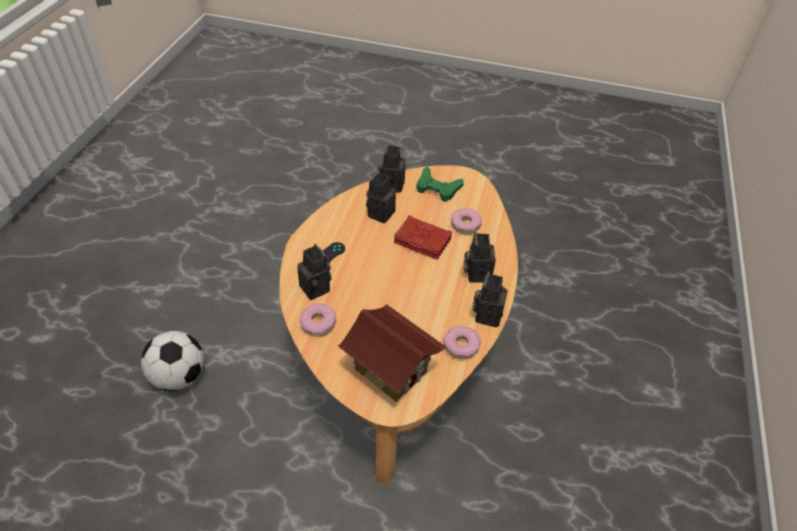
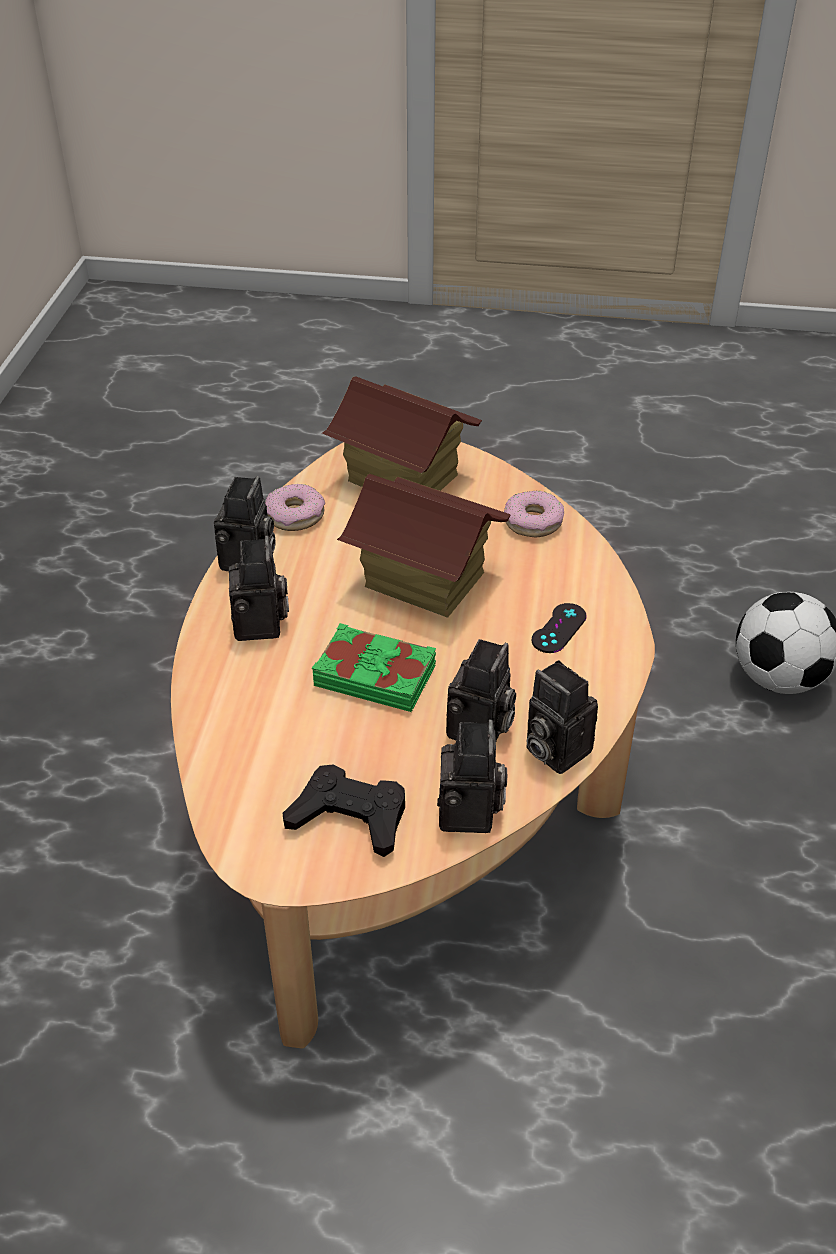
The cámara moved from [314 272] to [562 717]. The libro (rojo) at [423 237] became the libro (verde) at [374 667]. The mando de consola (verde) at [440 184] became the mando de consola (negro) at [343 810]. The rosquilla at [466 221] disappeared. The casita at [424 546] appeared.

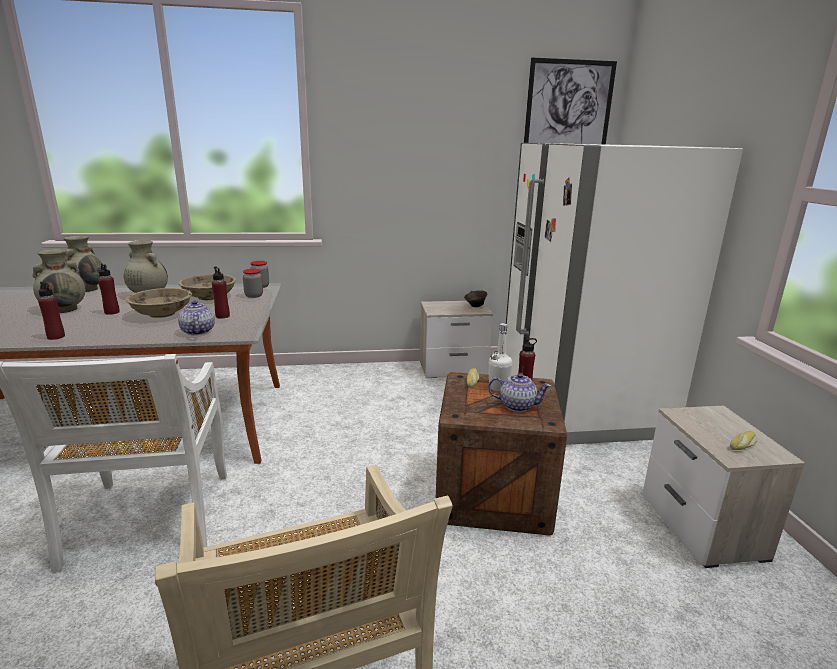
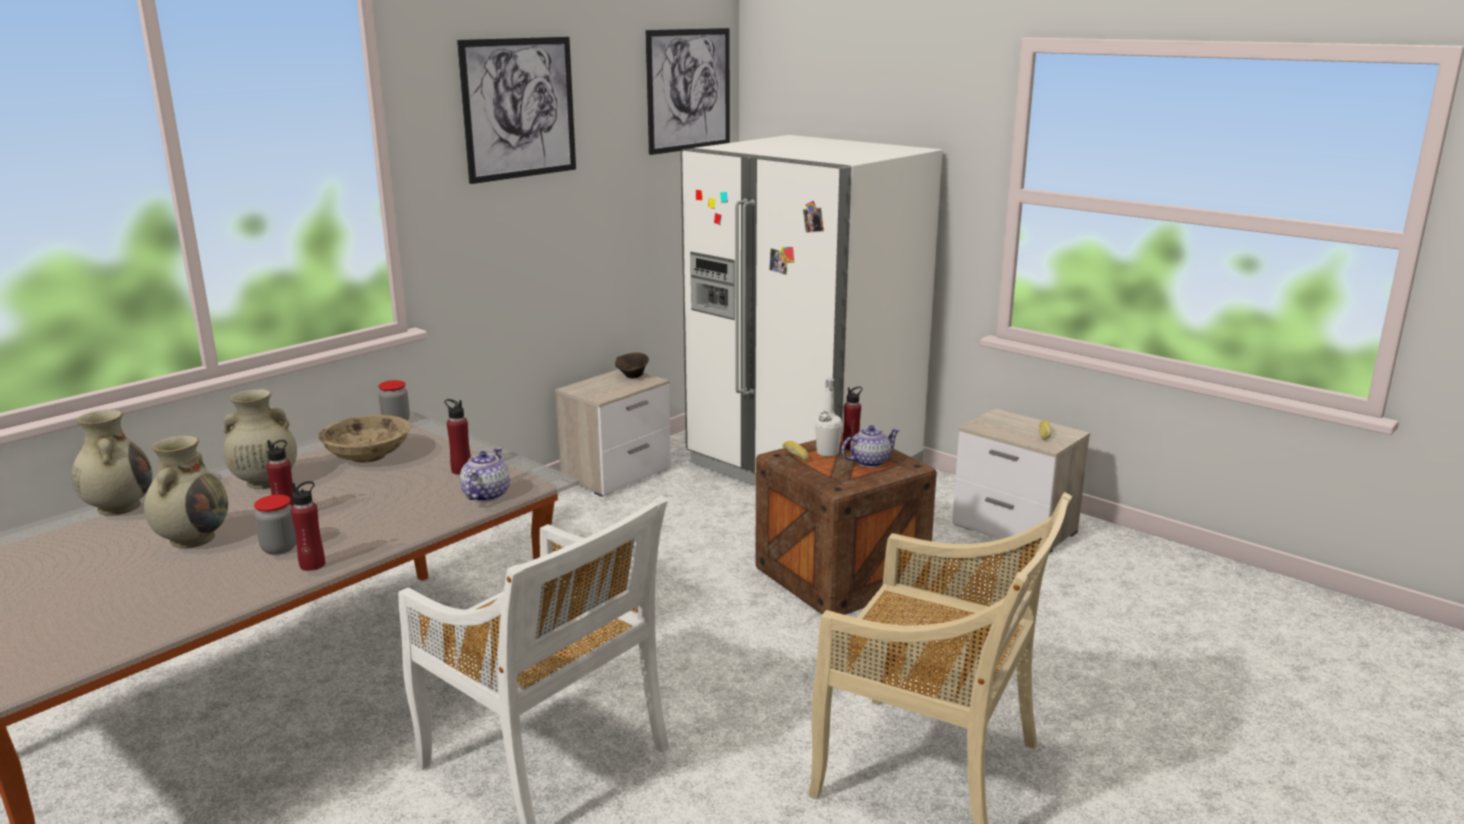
The cuenco (beis) at [159 303] disappeared. The tetera at [196 318] turned 75 degrees clockwise. The tarro moved from [253 283] to [275 525]. The cuadro at [516 110] appeared.

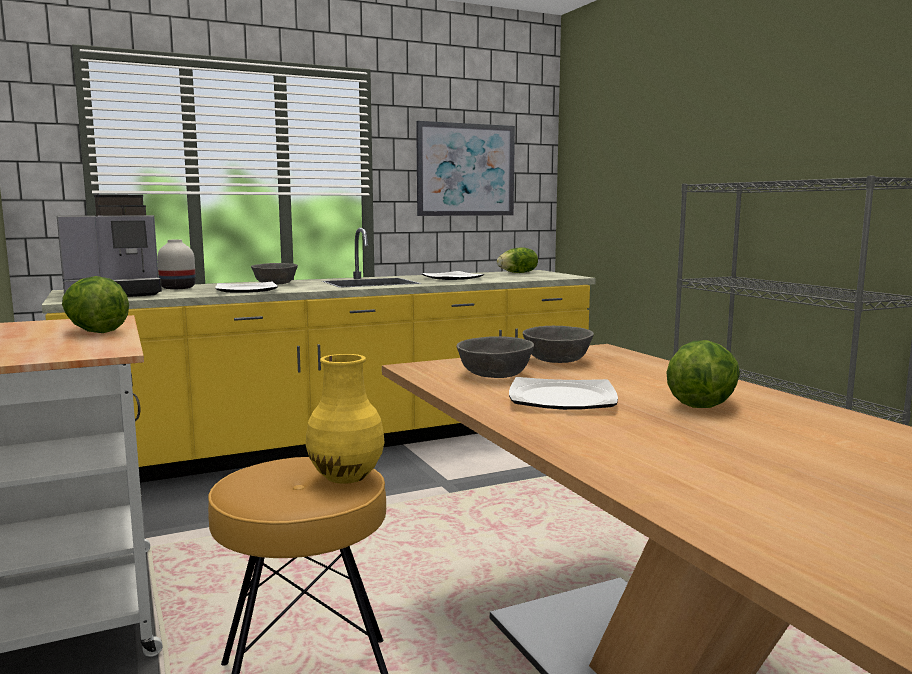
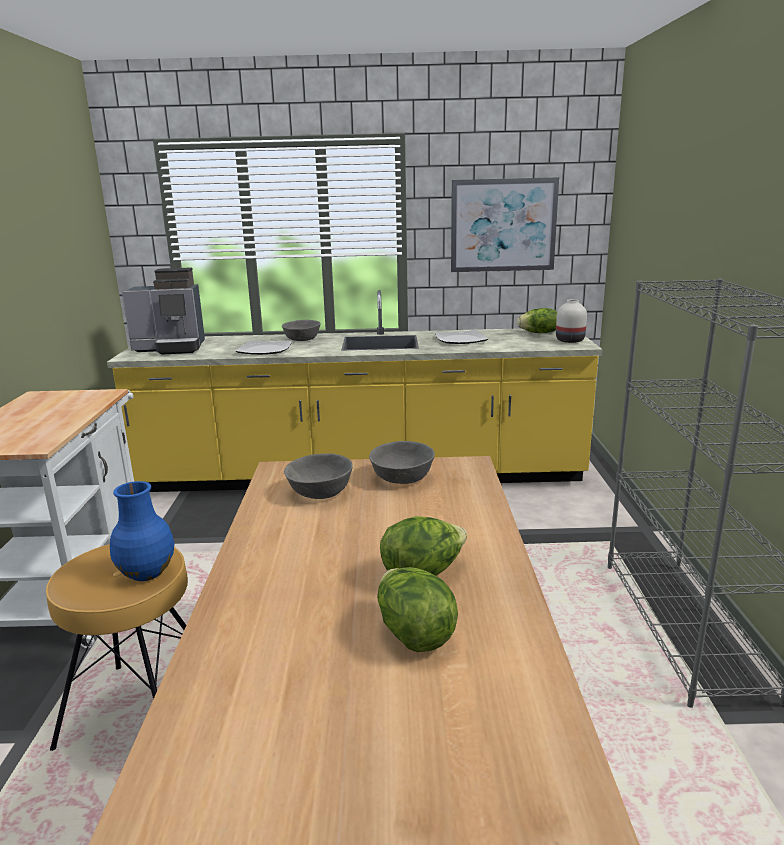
The lechuga moved from [95 304] to [417 609]. The florero (blanco) moved from [176 264] to [571 321]. The florero (amarillo) at [345 419] became the florero (azul) at [142 531]. The plato at [563 393] disappeared.

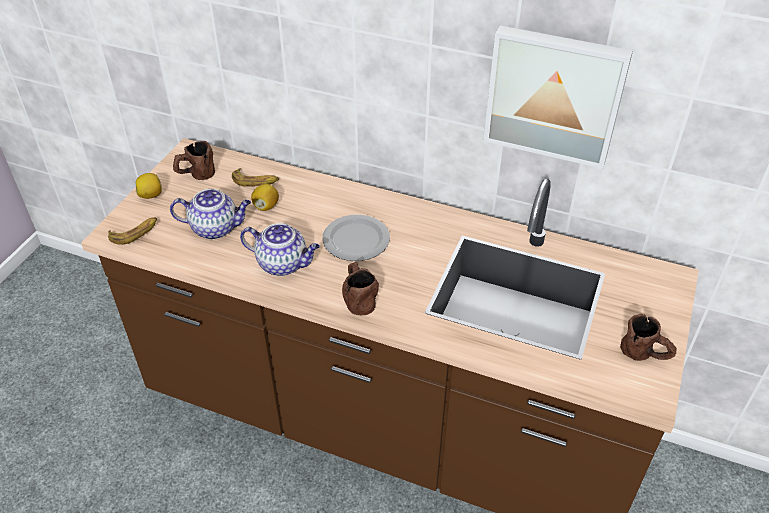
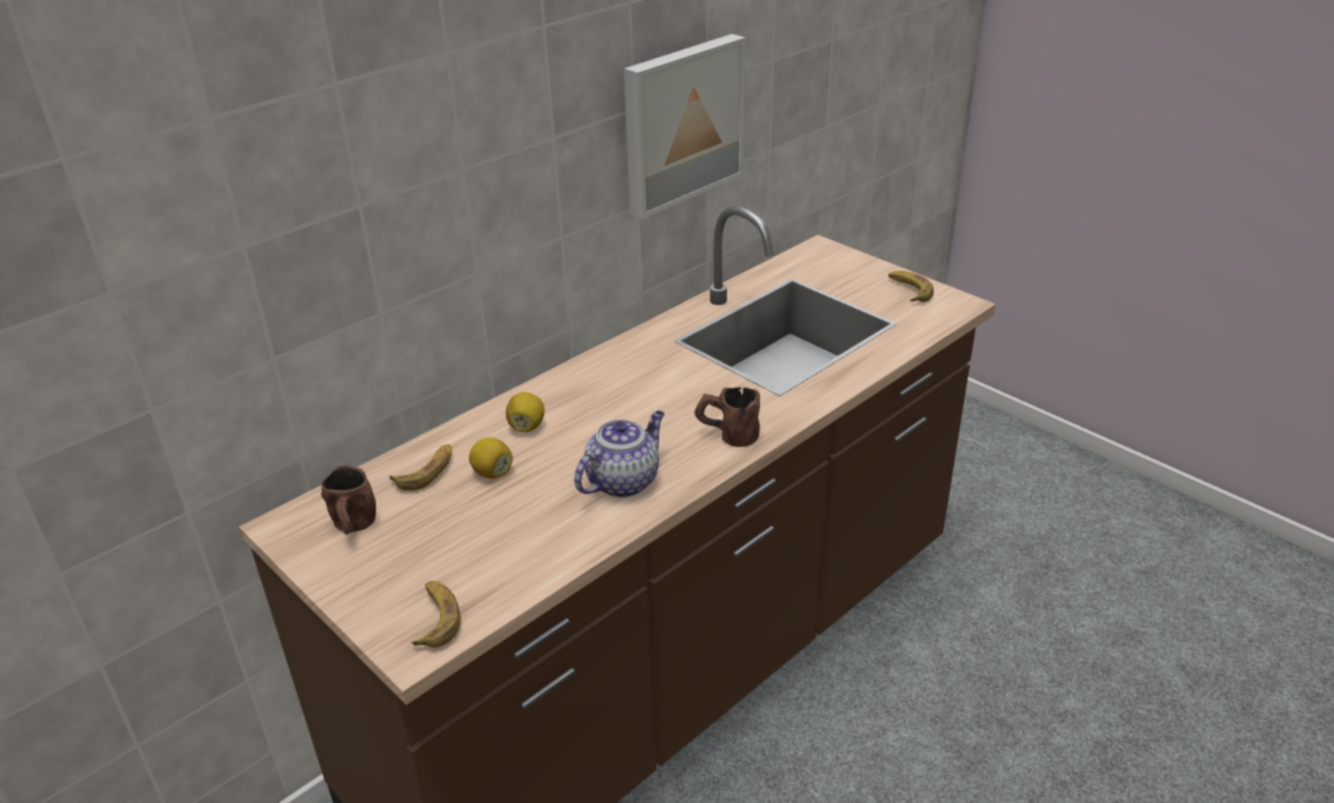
The limón moved from [149 186] to [525 412]. The tetera at [210 214] disappeared. The plato at [356 238] disappeared. The taza grande (marrón) at [648 337] was replaced by the plátano at [911 286].

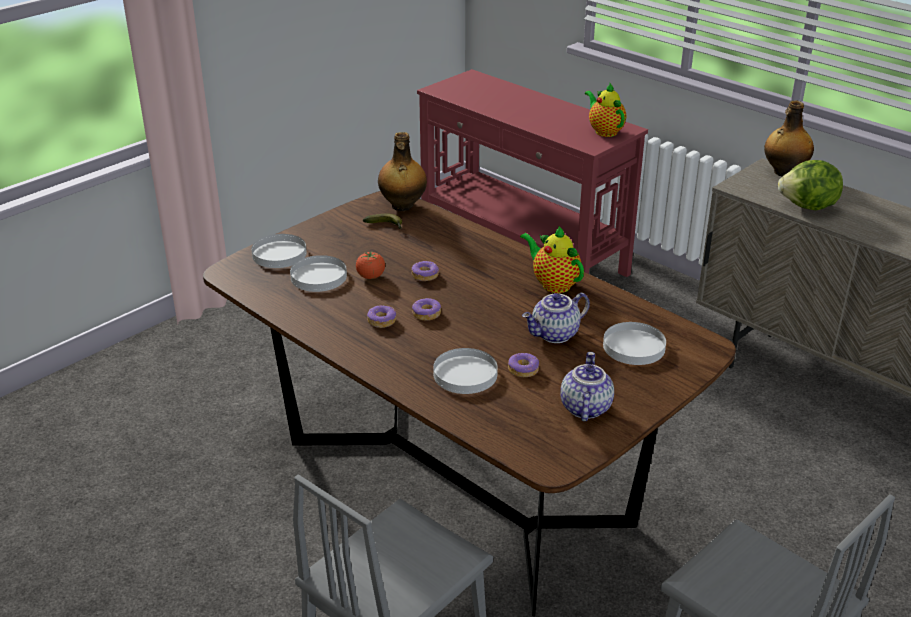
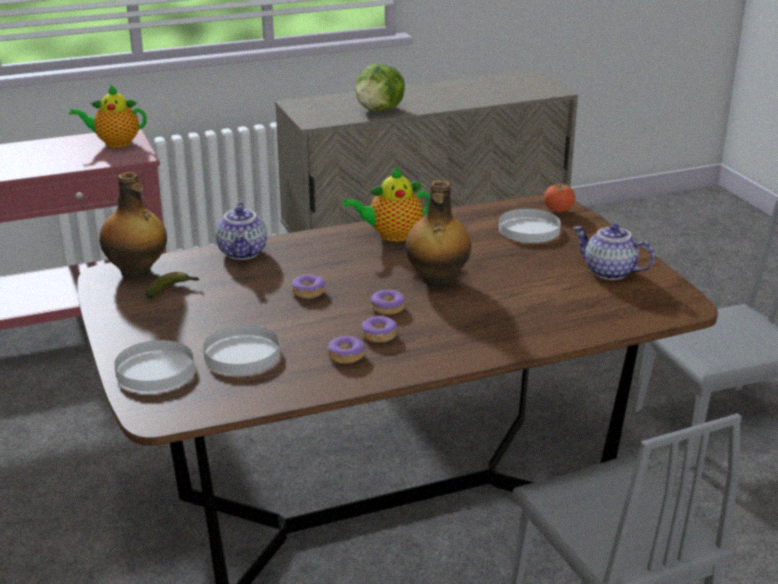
The tomate moved from [370 265] to [559 197]. The plato (blanco) at [465 371] disappeared. The rosquilla moved from [523 365] to [346 350]. The tetera moved from [556 318] to [241 231]. The botella moved from [789 138] to [438 233].

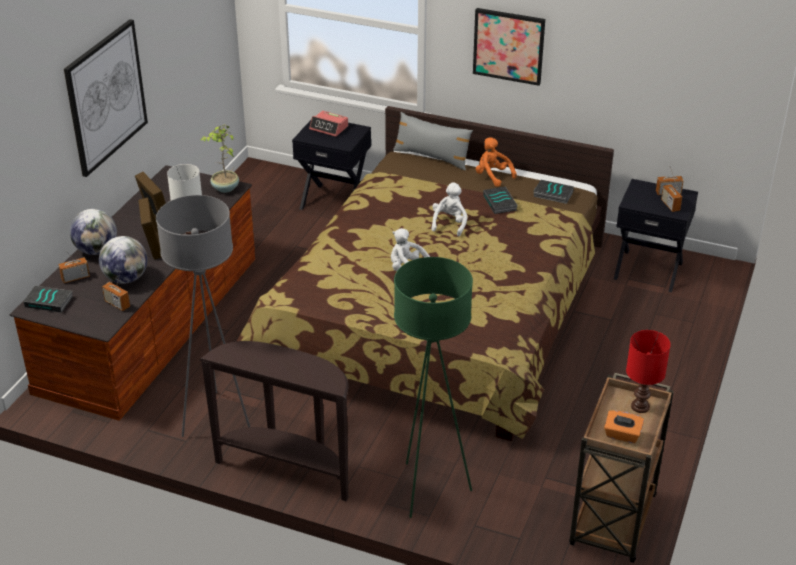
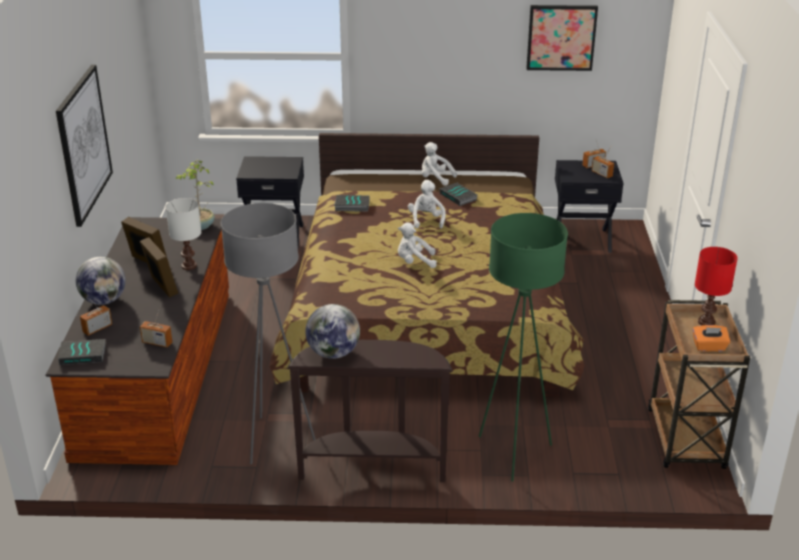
The globo terráqueo moved from [123 260] to [333 331]. The despertador at [328 124] disappeared. The cojín (gris) at [433 141] disappeared. The cuadro moved from [509 47] to [562 38]. The peluche (naranja) at [496 162] became the peluche (blanco) at [439 164]. The libro moved from [553 192] to [352 203].

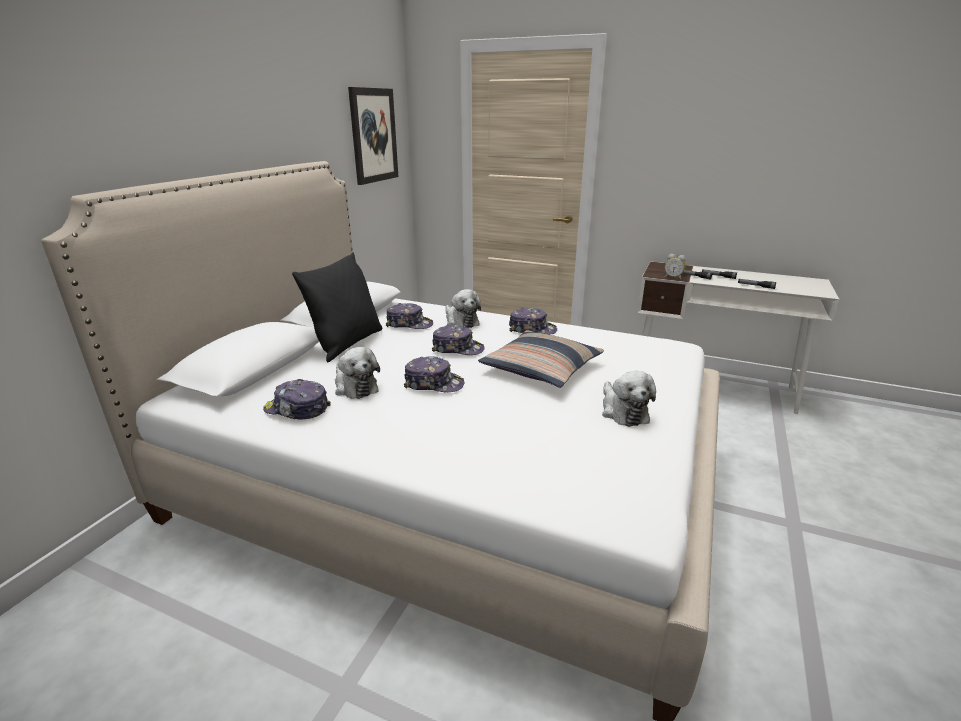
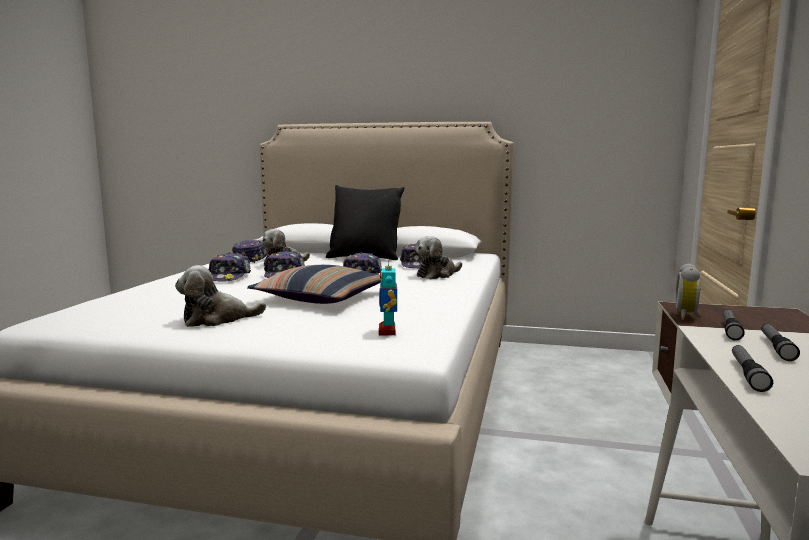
The cuadro at [373 136] disappeared. The gorra moved from [533 321] to [229 267]. The robot de juguete at [388 296] appeared.

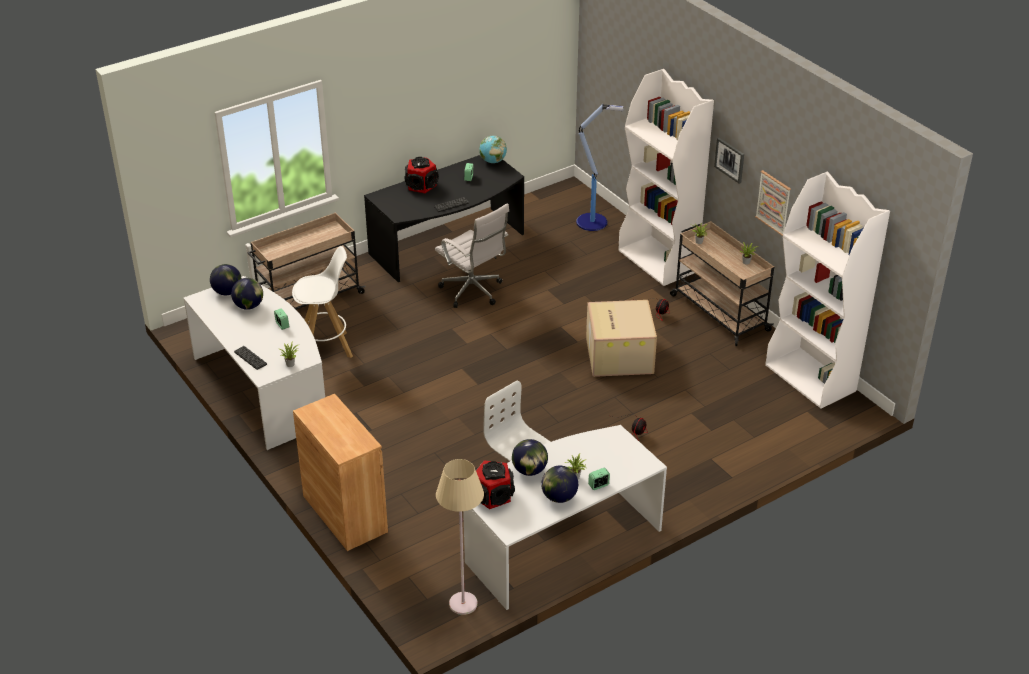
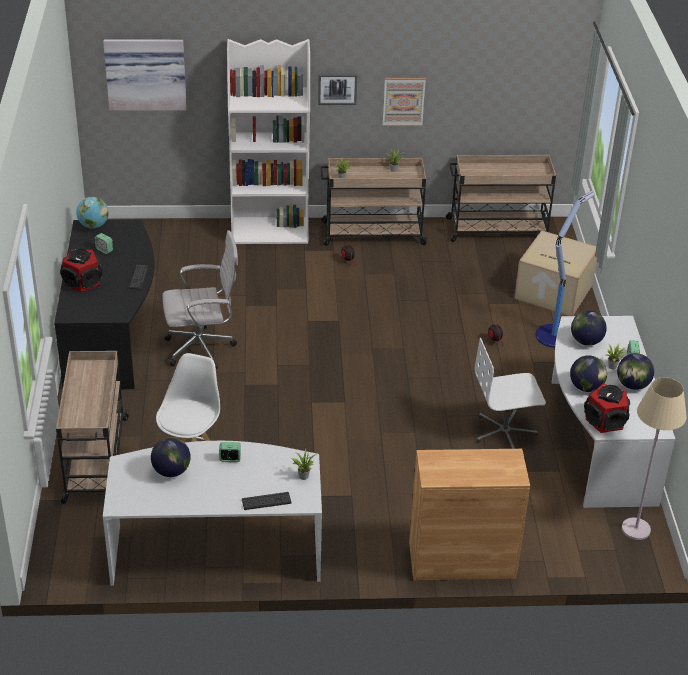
The globo terráqueo moved from [225 279] to [589 328]. The lámpara de pie moved from [600 167] to [565 269]. The caja de cartón moved from [621 338] to [555 273]. The estantería (blanco) at [827 290] was replaced by the carrito (beis) at [501 198]. The cuadro at [145 75] appeared.

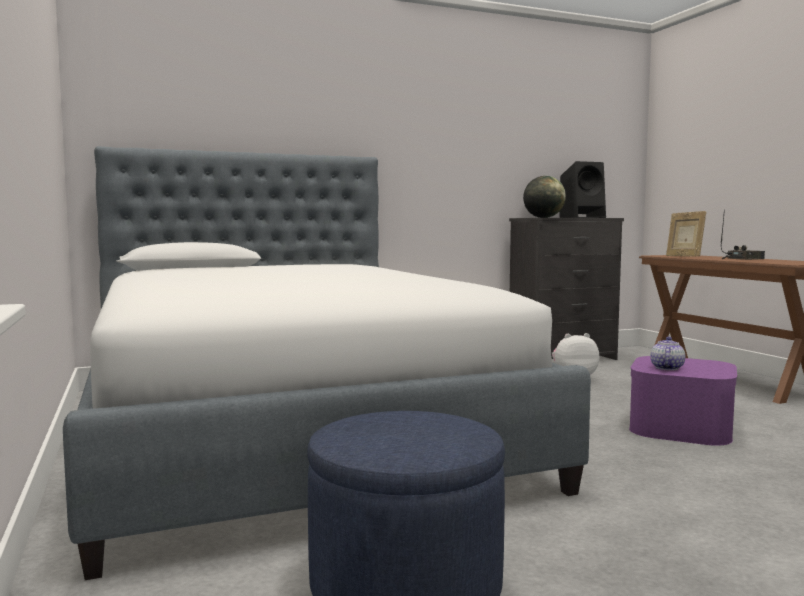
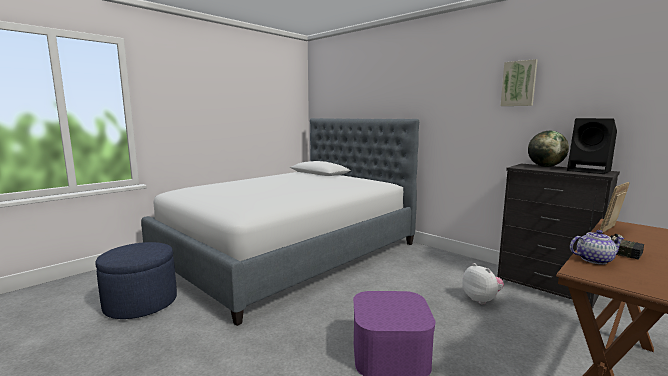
The tetera moved from [667 353] to [597 247]. The cuadro at [519 82] appeared.

